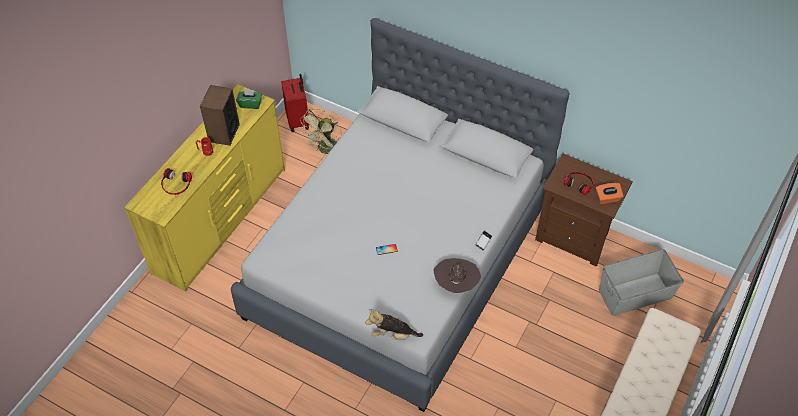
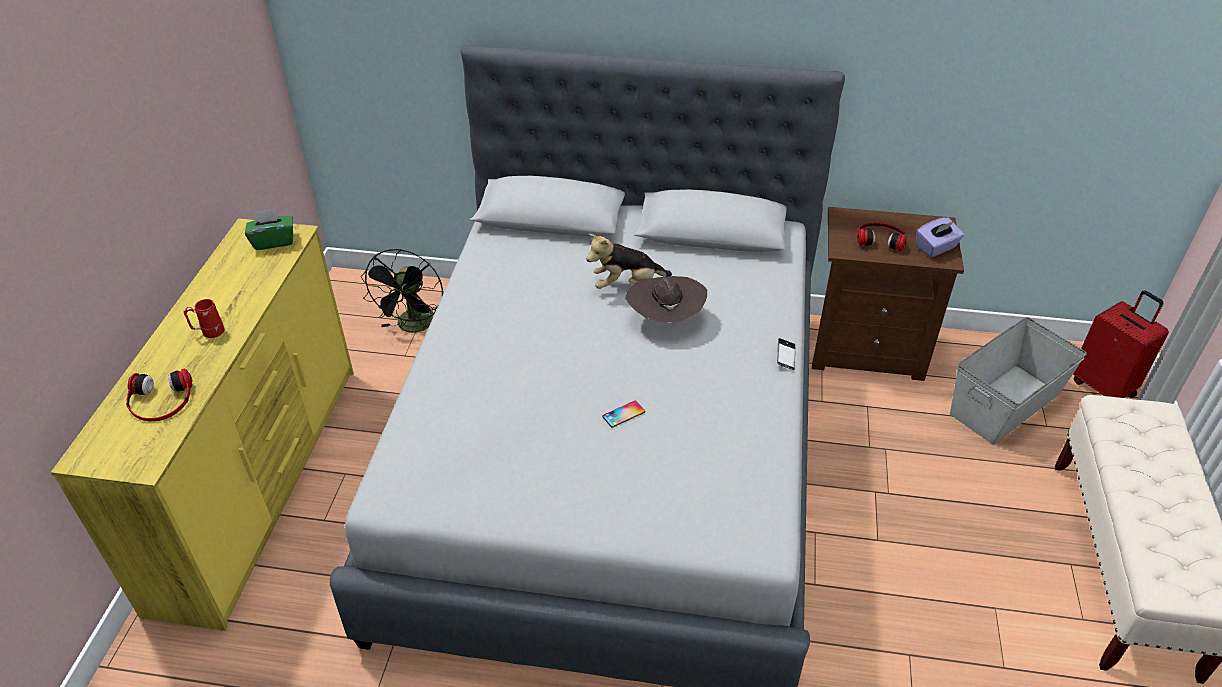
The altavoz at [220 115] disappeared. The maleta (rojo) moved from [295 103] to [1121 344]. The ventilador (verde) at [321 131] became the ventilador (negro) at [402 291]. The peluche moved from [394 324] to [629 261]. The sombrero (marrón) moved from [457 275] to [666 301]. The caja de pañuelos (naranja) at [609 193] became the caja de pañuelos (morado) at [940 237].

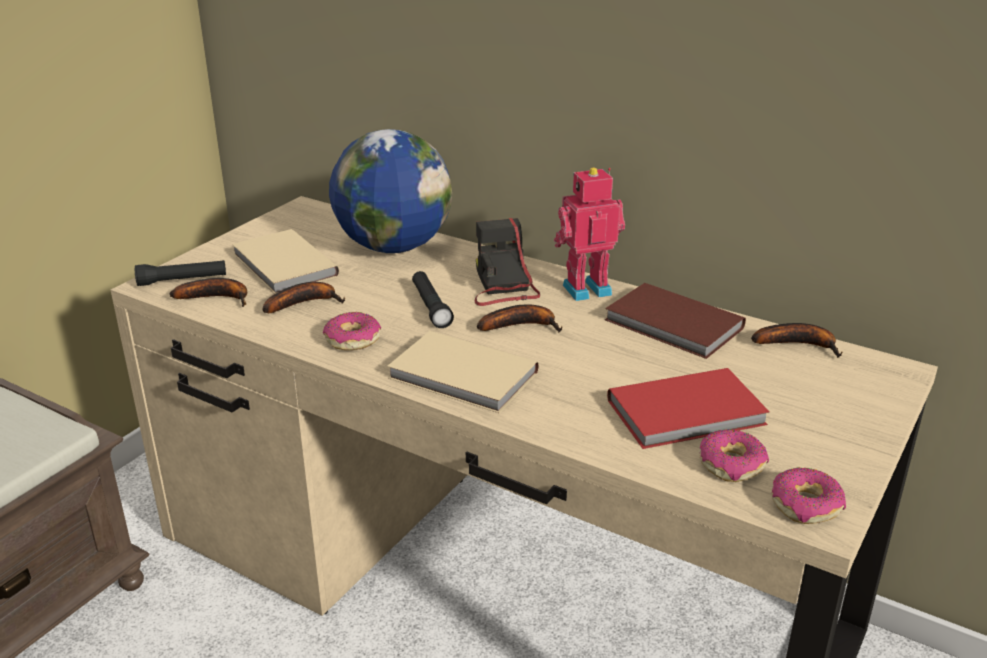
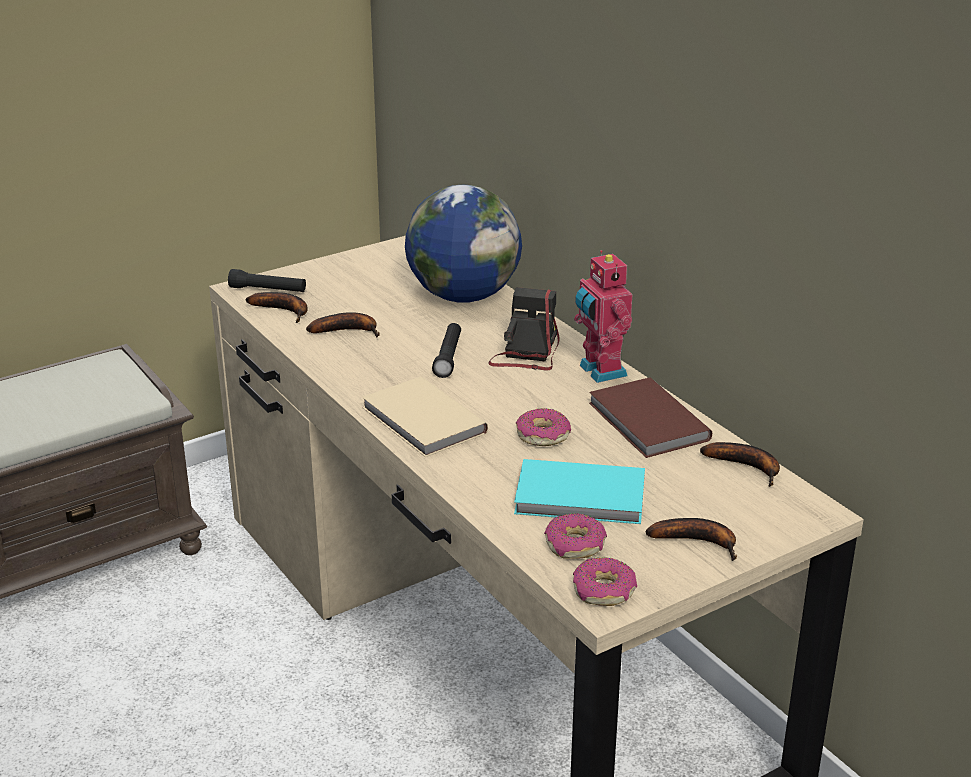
The libro (beis) at [285 261] disappeared. The rosquilla moved from [352 331] to [543 427]. The plátano moved from [520 318] to [691 539]. The robot de juguete at [589 234] turned 120 degrees counterclockwise. The libro (rojo) at [688 408] became the libro (turquesa) at [579 491].

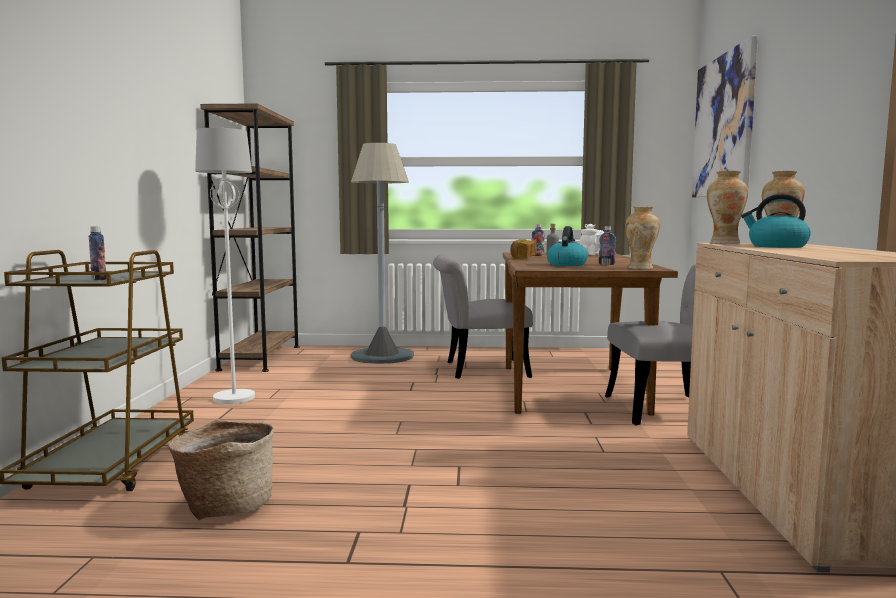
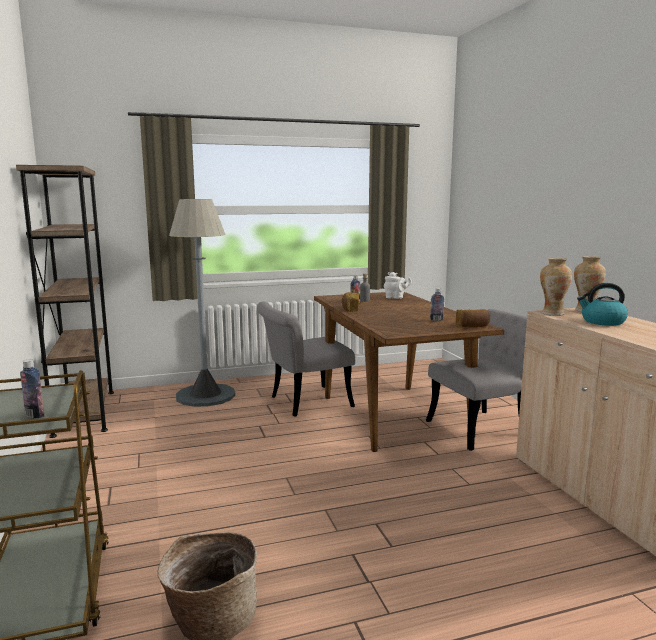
The lámpara de pie (blanco) at [225 266] disappeared. The hervidor at [567 246] disappeared. The florero at [642 237] was replaced by the pan at [473 318]. The cuadro at [725 116] disappeared.

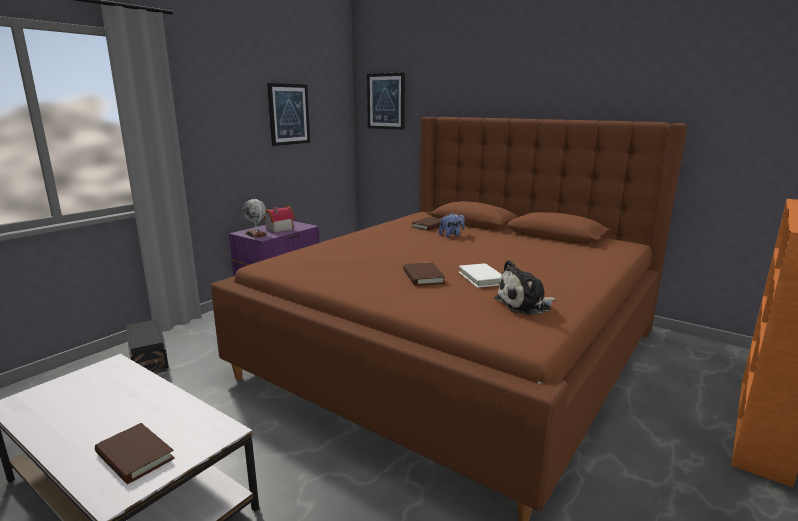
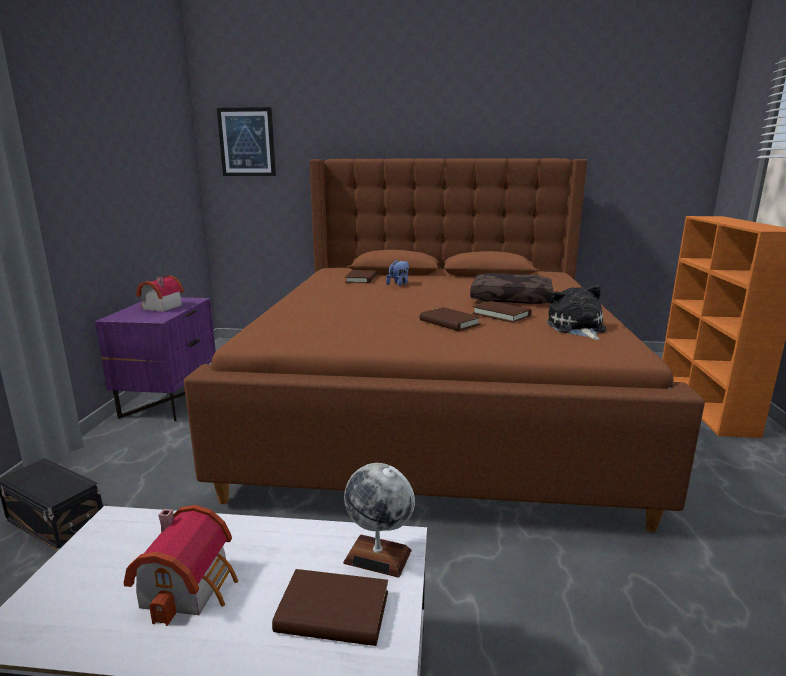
The globo terráqueo moved from [255 218] to [379 520]. The cuadro at [288 114] disappeared. The libro (blanco) at [480 275] became the libro (marrón) at [502 312]. The peluche at [525 287] turned 135 degrees clockwise. The casita at [181 565] appeared. The cojín (marrón) at [512 288] appeared.

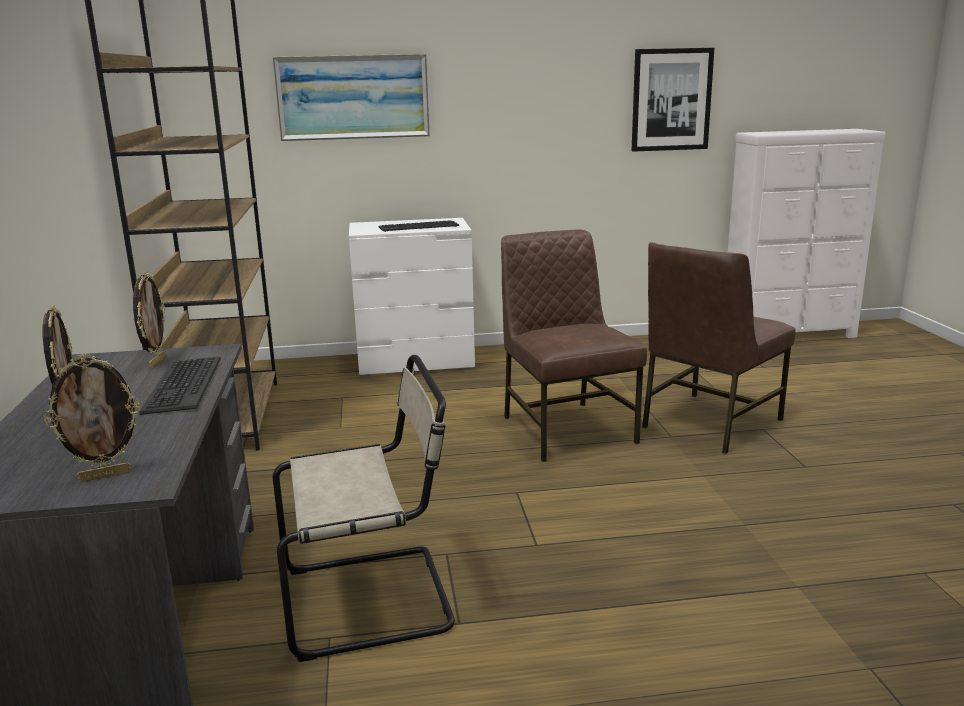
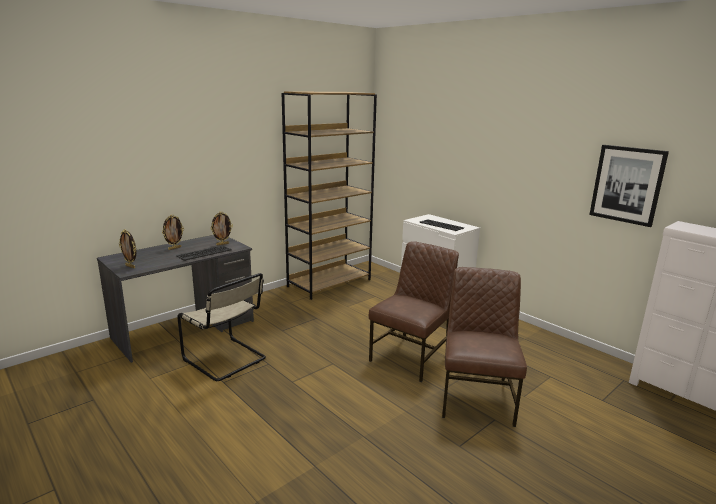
The cuadro at [351 97] disappeared. The silla (marrón) at [719 348] turned 90 degrees clockwise.

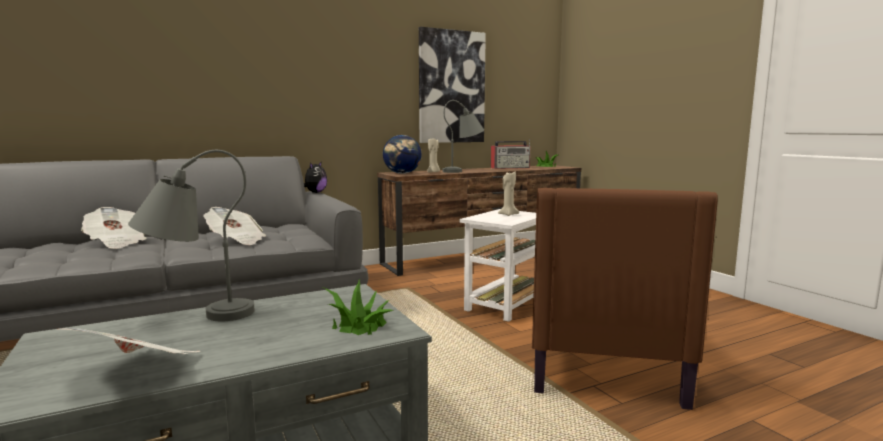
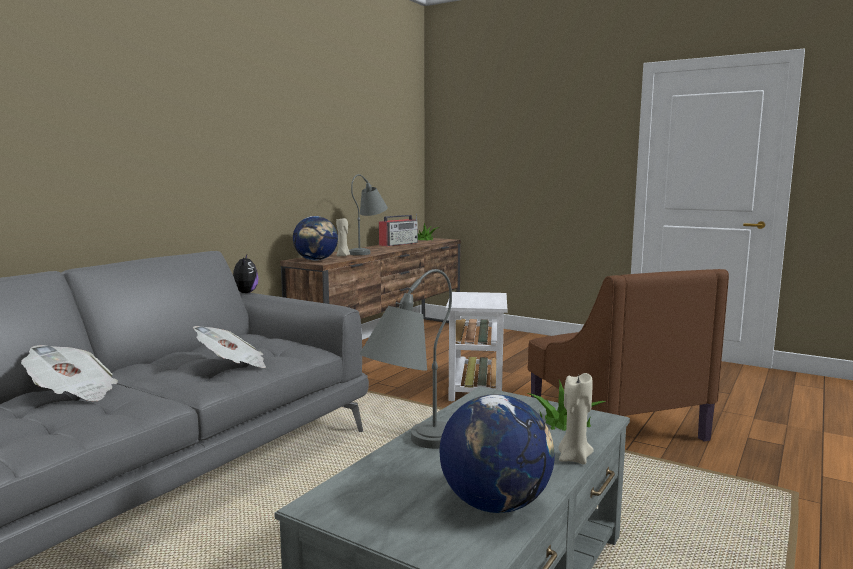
The periódico at [129 341] was replaced by the globo terráqueo at [497 453]. The cuadro at [452 85] disappeared. The vela (beis) moved from [508 194] to [576 419].

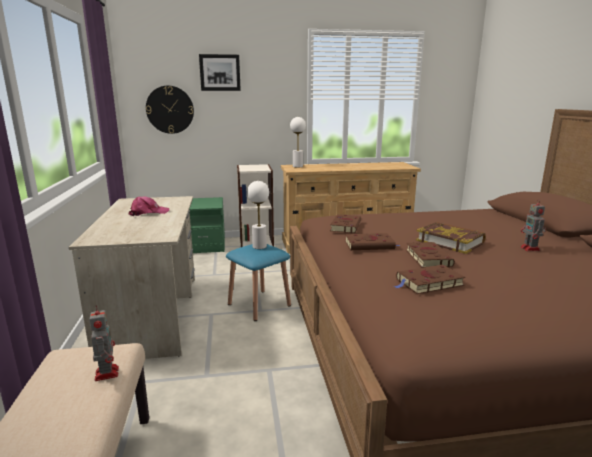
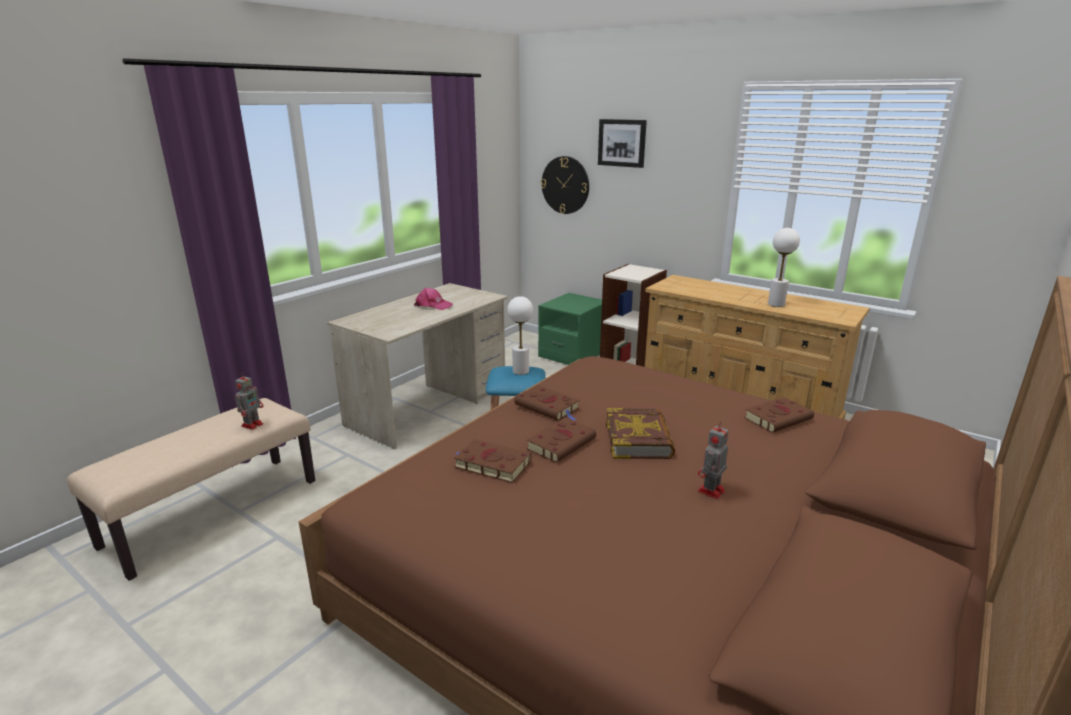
The lámpara de mesa (blanco) moved from [298 142] to [784 267]. The libro (marrón) moved from [345 223] to [779 415].

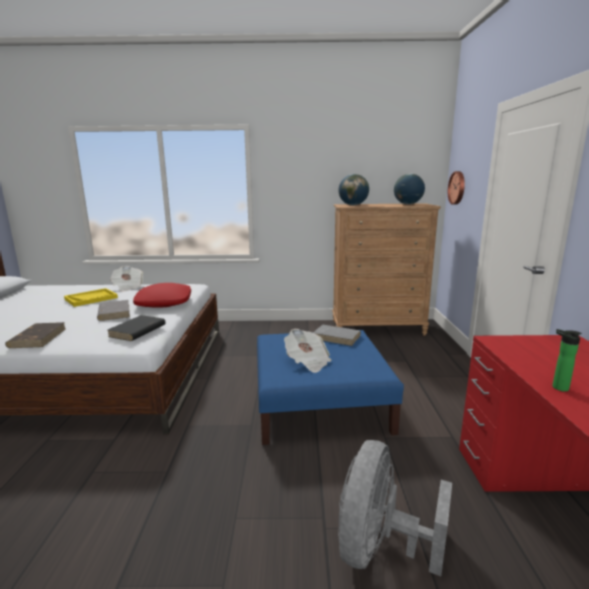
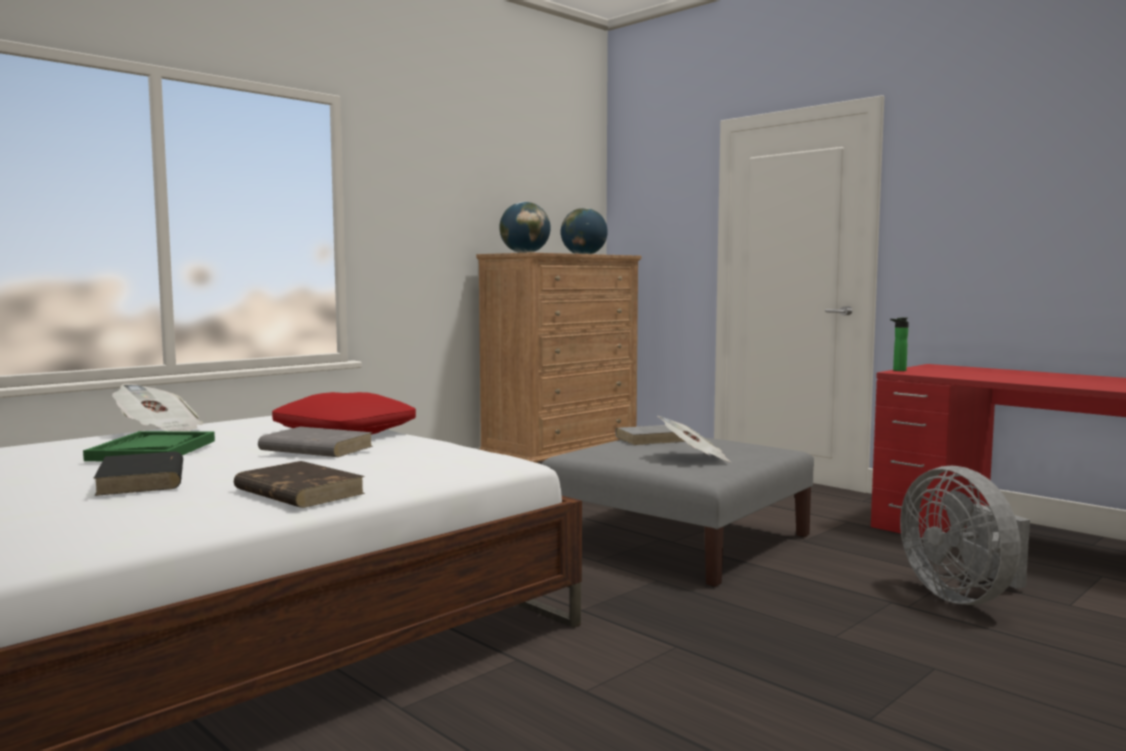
The bandeja (amarillo) at [91 297] became the bandeja (verde) at [149 446]. The libro (negro) moved from [137 328] to [138 474]. The puf (azul) at [330 387] became the puf (gris) at [678 512]. The reloj de pared at [456 188] disappeared. The botella moved from [567 360] to [899 344].

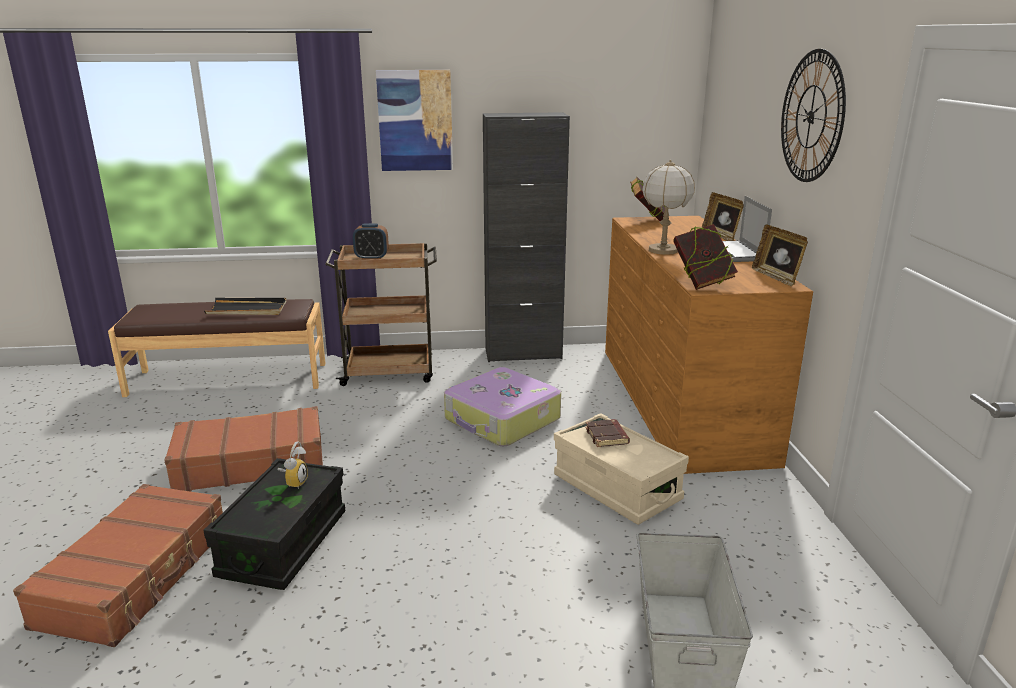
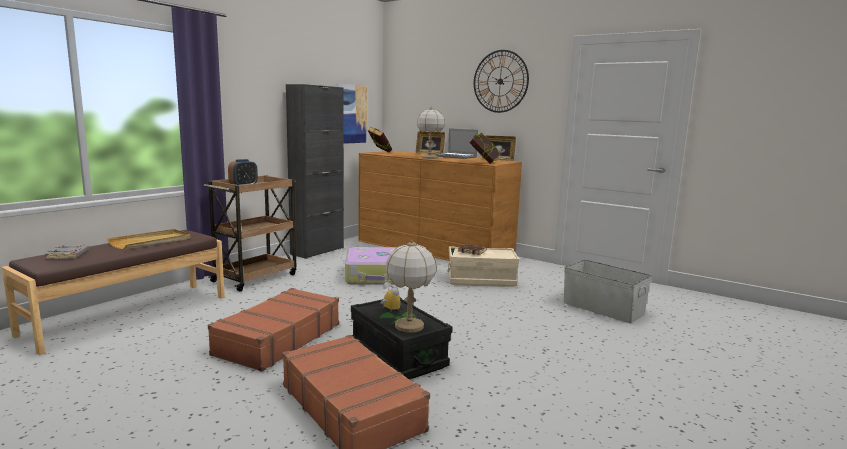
The bandeja (negro) at [245 306] became the bandeja (beis) at [149 239]. The cuadro moved from [414 120] to [351 114]. The libro (gris) at [67 252] appeared. The lámpara de mesa at [411 286] appeared.

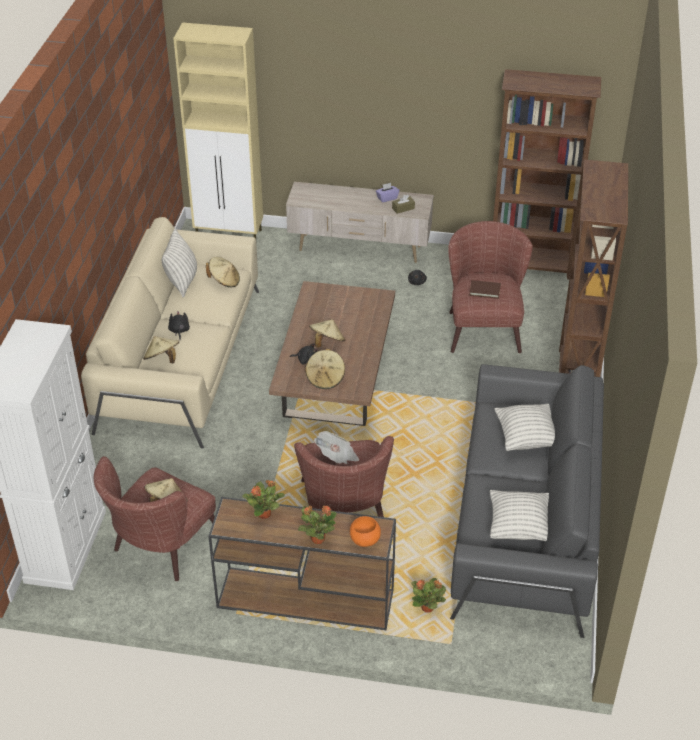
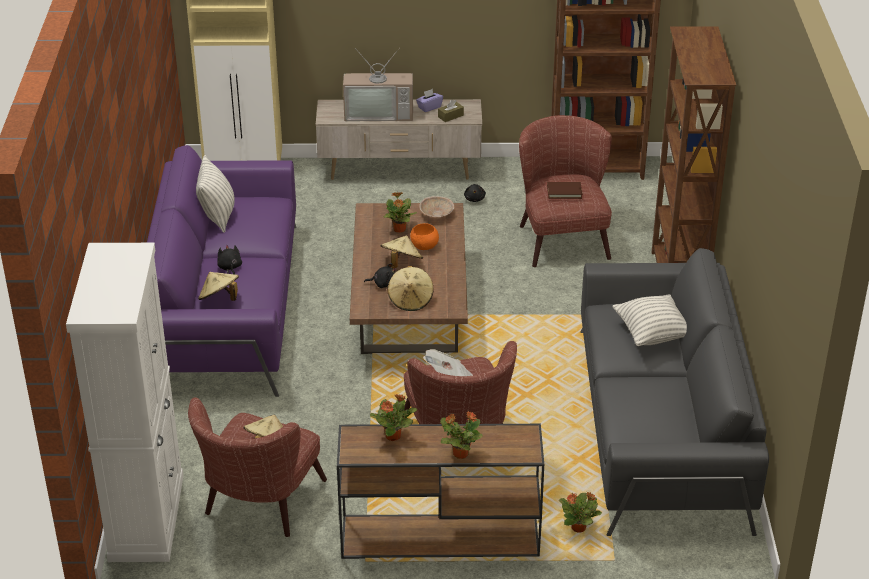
The sofá (beis) at [170 332] became the sofá (morado) at [222 271]. The sombrero (beis) at [223 272] disappeared. The cuenco (naranja) moved from [365 531] to [424 236]. The cojín at [519 515] disappeared. The televisor at [378 84] appeared. The planta en maceta at [400 212] appeared. The cuenco (beis) at [436 206] appeared.

